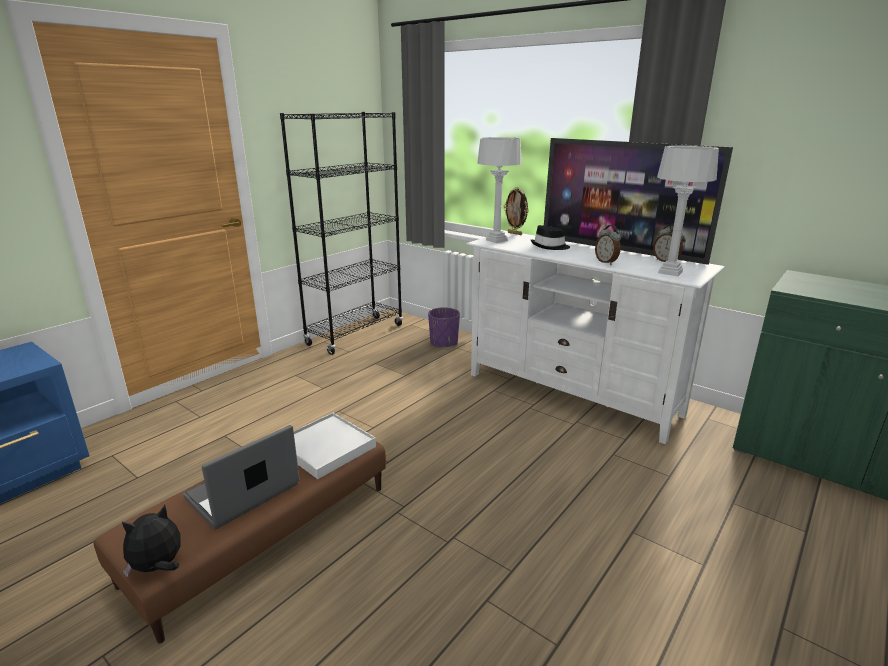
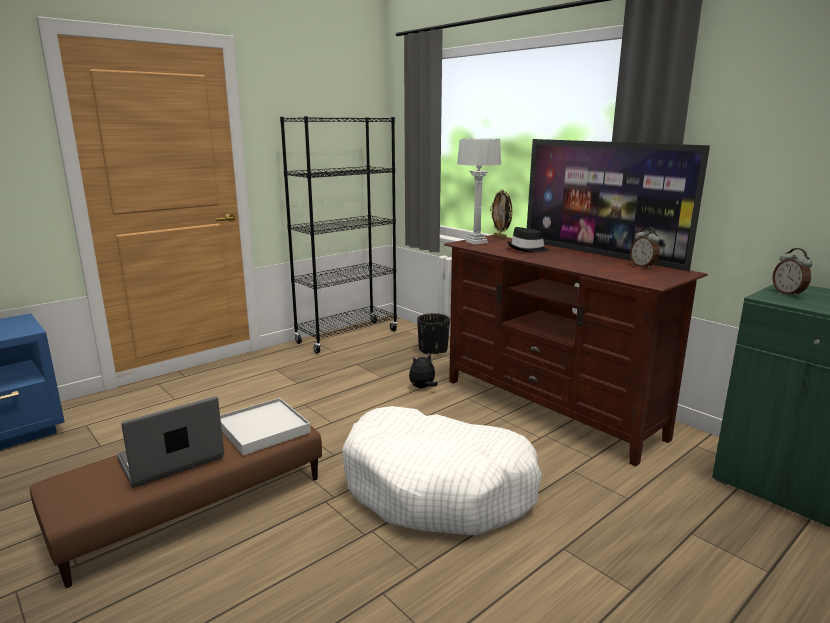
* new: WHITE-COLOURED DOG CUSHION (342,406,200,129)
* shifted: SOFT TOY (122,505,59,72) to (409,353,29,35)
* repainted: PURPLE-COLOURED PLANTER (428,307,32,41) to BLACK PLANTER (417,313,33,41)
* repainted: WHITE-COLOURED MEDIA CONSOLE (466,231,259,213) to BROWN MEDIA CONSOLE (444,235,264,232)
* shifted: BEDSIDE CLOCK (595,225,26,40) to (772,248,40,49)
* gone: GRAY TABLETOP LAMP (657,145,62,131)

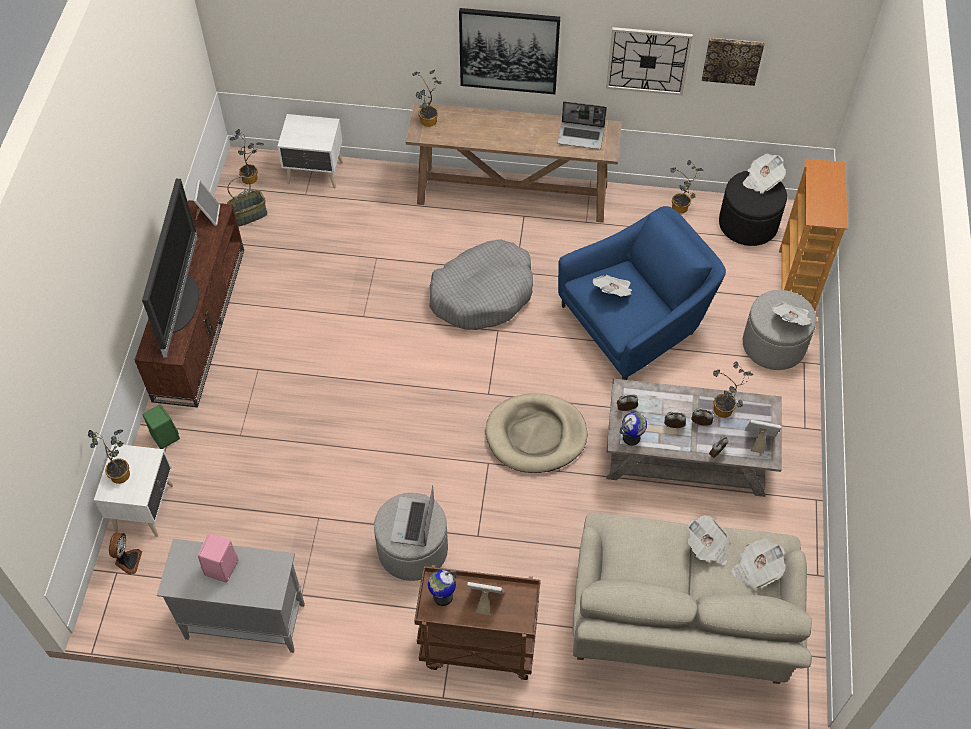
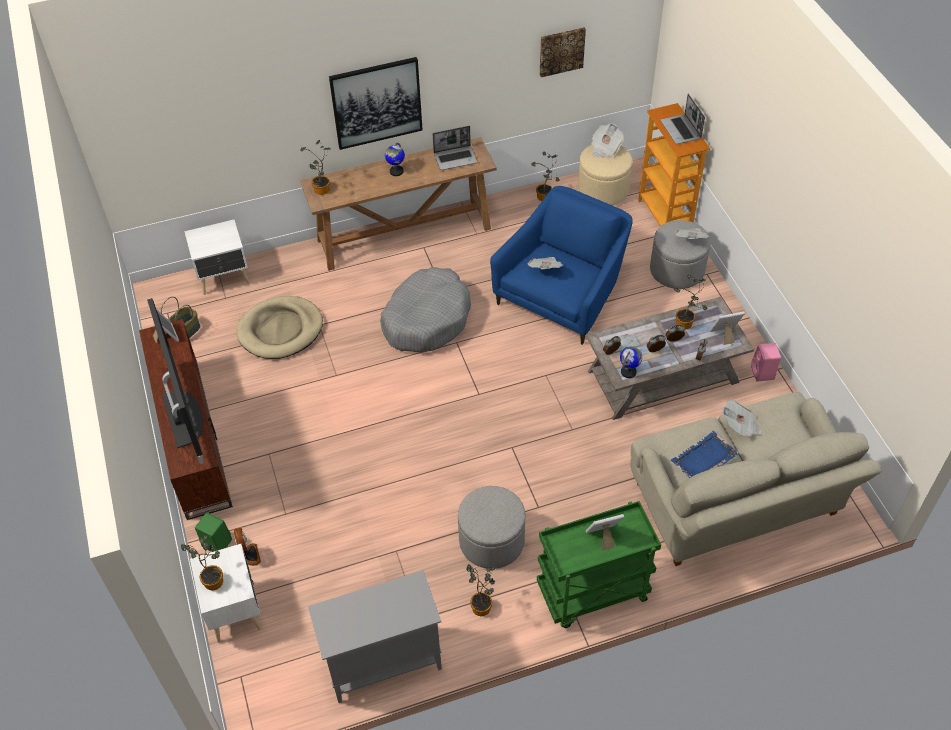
* shifted: FAN (109,532,33,43) to (234,528,27,38)
* shifted: BEIGE-COLOURED DOG CUSHION (485,393,102,80) to (236,296,87,63)
* shifted: DESK GLOBE (428,570,29,36) to (385,143,20,33)
* shifted: PLANT IN A POT (230,129,34,55) to (466,564,29,52)
* repainted: BROWN WHEELED CART (414,565,127,115) to GREEN WHEELED CART (537,501,124,127)
* repainted: BLACK OTTOMAN (719,171,68,75) to BEIGE-COLOURED OTTOMAN (578,145,55,61)
* shifted: NOTEBOOK COMPUTER (391,485,43,62) to (660,93,45,51)
* new: BLUE TRAY (671,431,68,47)
* shifted: PINK SPEAKER (198,533,41,50) to (751,343,30,39)
* gone: CLOCK ON THE WALL (606,27,87,68)
* gone: DAILY PAPER (731,539,55,51)

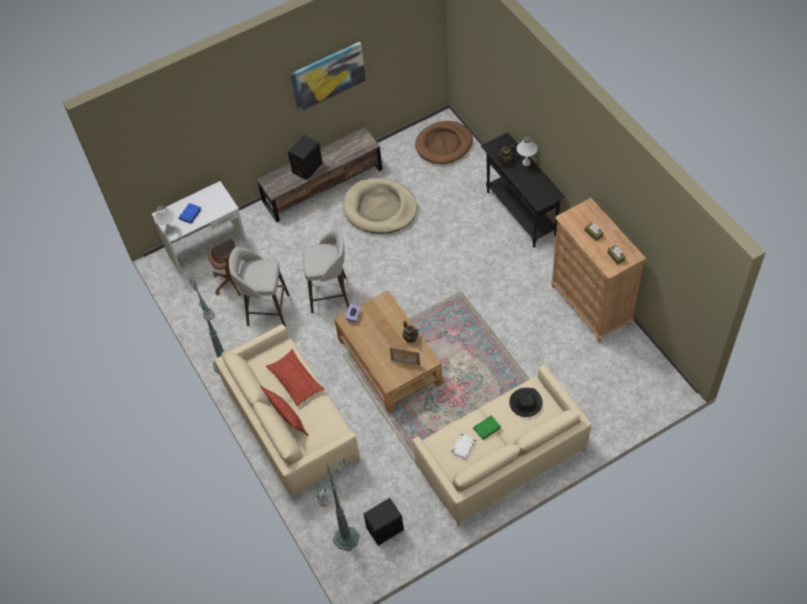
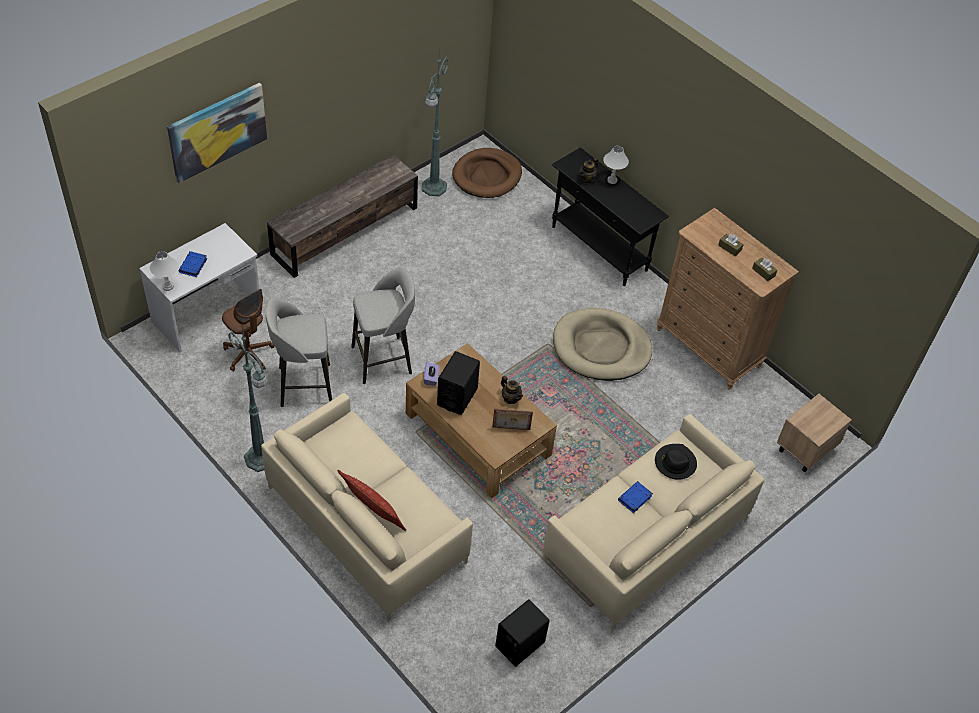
* shifted: PICTURE (290,42,76,70) to (167,83,100,100)
* shifted: GREEN FLOOR LAMP (317,459,43,92) to (421,48,28,149)
* shifted: BLACK SPEAKER (288,135,35,45) to (437,351,43,64)
* shifted: BEIGE-COLOURED DOG CUSHION (343,178,74,56) to (553,308,99,73)
* repainted: GREEN BOUND BOOK (473,415,28,25) to BLUE BOUND BOOK (618,481,35,32)
* new: BEIGE-COLOURED BEDSIDE TABLE (777,394,75,78)
* gone: CUSHION (266,349,59,57)
* gone: WHITE-COLOURED BOUND BOOK (451,433,25,27)

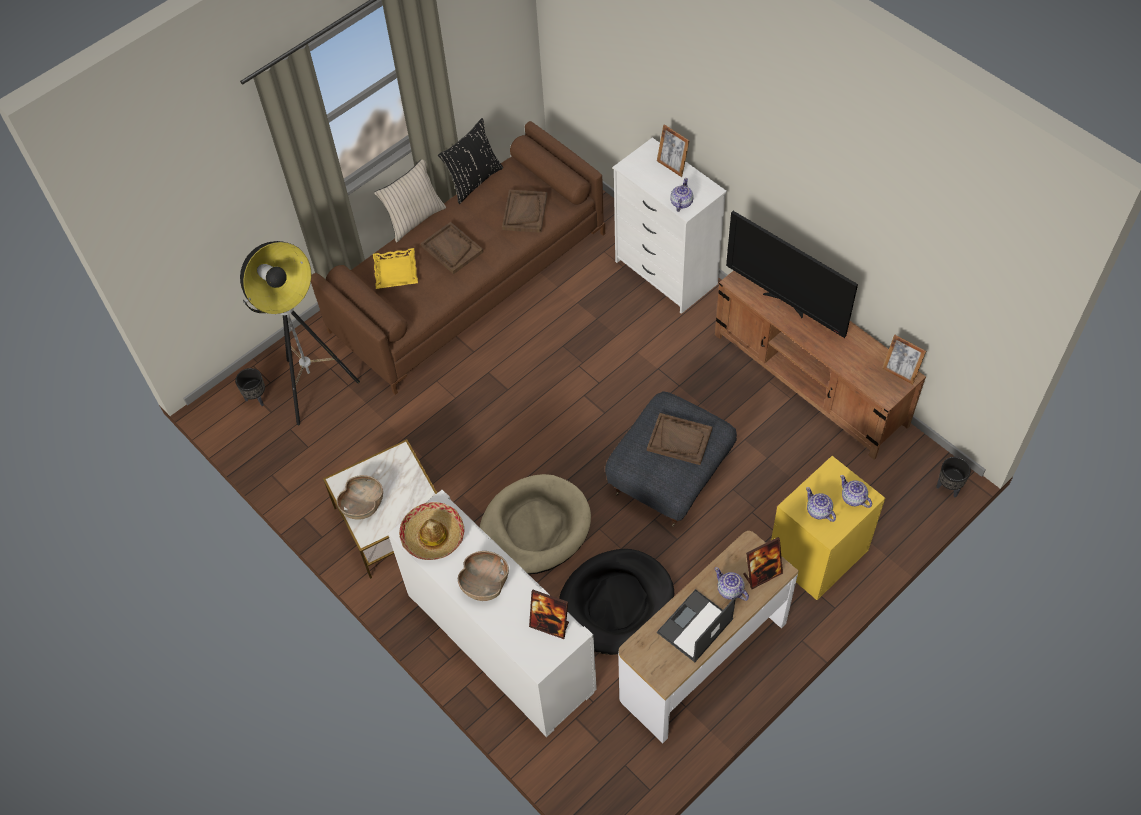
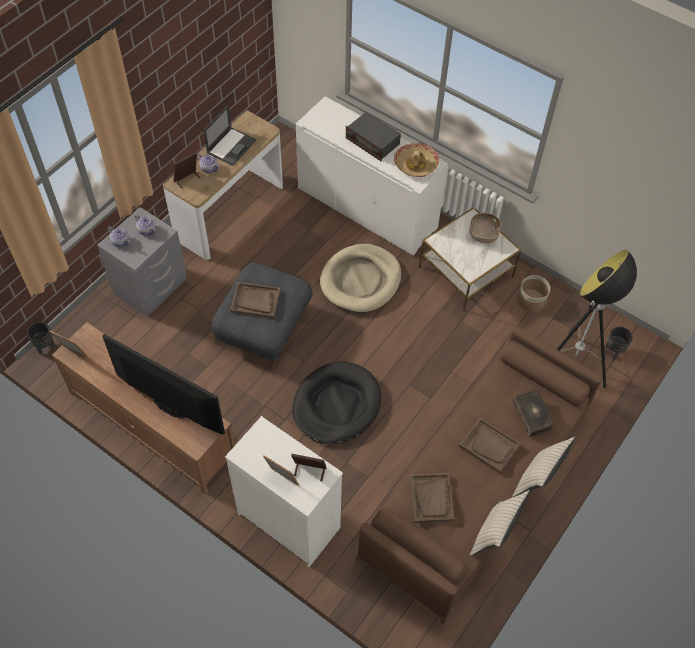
* repainted: YELLOWISH BEDSIDE TABLE (771,456,114,144) to GRAY BEDSIDE TABLE (97,207,89,110)
* shifted: PICTURE FRAME (529,590,40,49) to (291,454,36,27)
* shifted: BLACK DOG CUSHION (559,549,115,106) to (293,361,88,83)
* swapped: BROWN DEEP DISH (458,551,51,50) to RADIO (346,111,55,50)
* repainted: BLACK CUSHION (438,118,65,86) to BEIGE-COLOURED CUSHION (470,490,60,66)
* swapped: YELLOWISH TRAY (373,248,45,41) to BOUND BOOK (513,390,42,48)
* new: PLANTER (517,275,33,37)
* gone: TEAPOT (670,178,24,34)

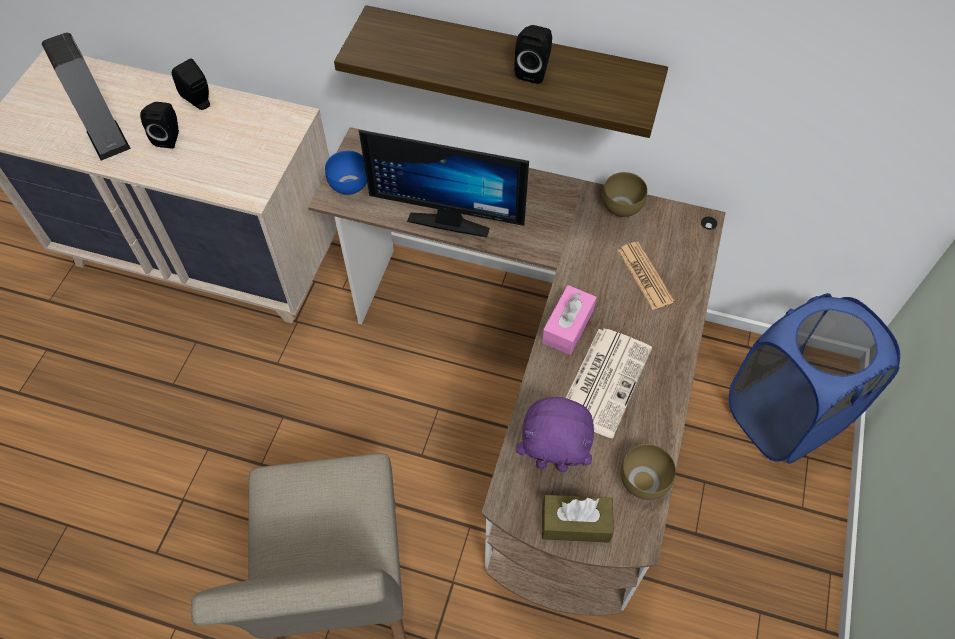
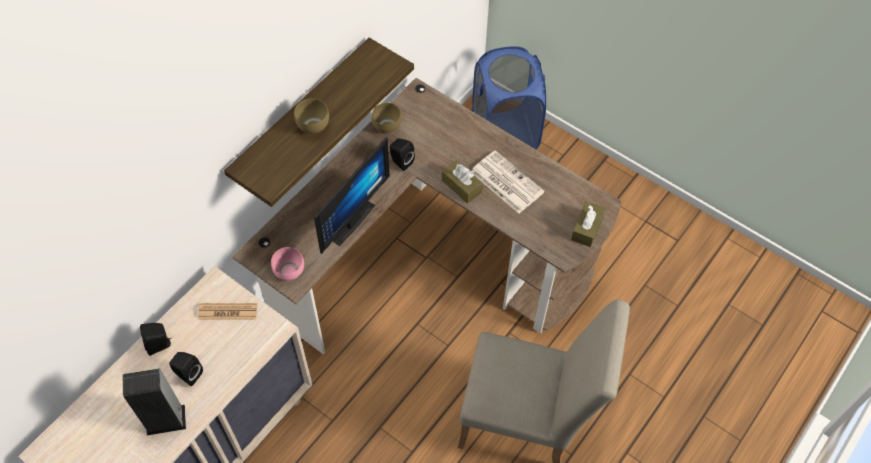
* shifted: DAILY PAPER (618,242,56,68) to (198,303,59,17)
* repainted: BLUE DEEP DISH (325,151,42,44) to PINK DEEP DISH (271,247,33,34)
* shifted: BROWN DEEP DISH (620,444,56,56) to (294,99,35,35)
* shifted: BLACK SPEAKER (514,25,38,59) to (390,139,25,32)
* repainted: PINK TISSUE HOLDER (542,285,54,70) to BROWN TISSUE HOLDER (442,160,41,43)
* gone: PURPLE-COLOURED SOFT TOY (516,397,78,75)

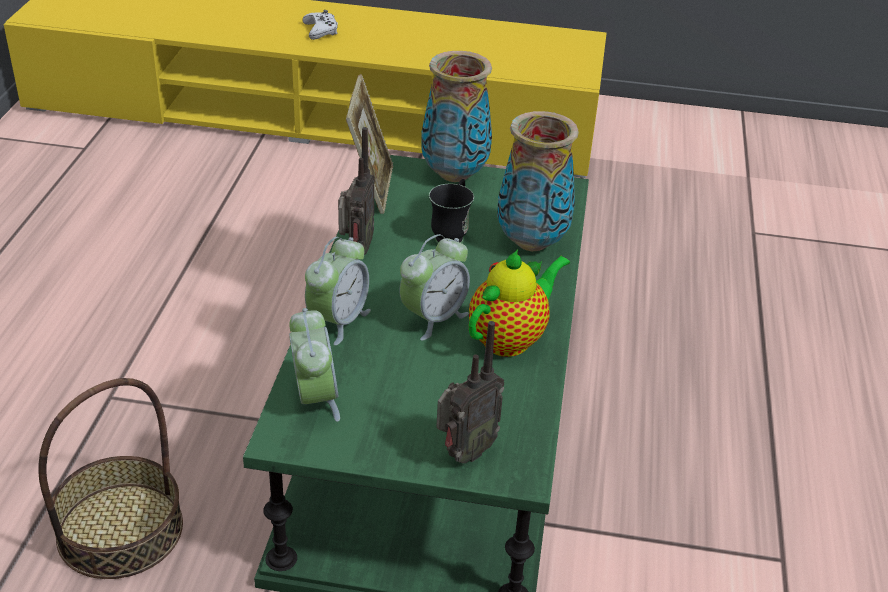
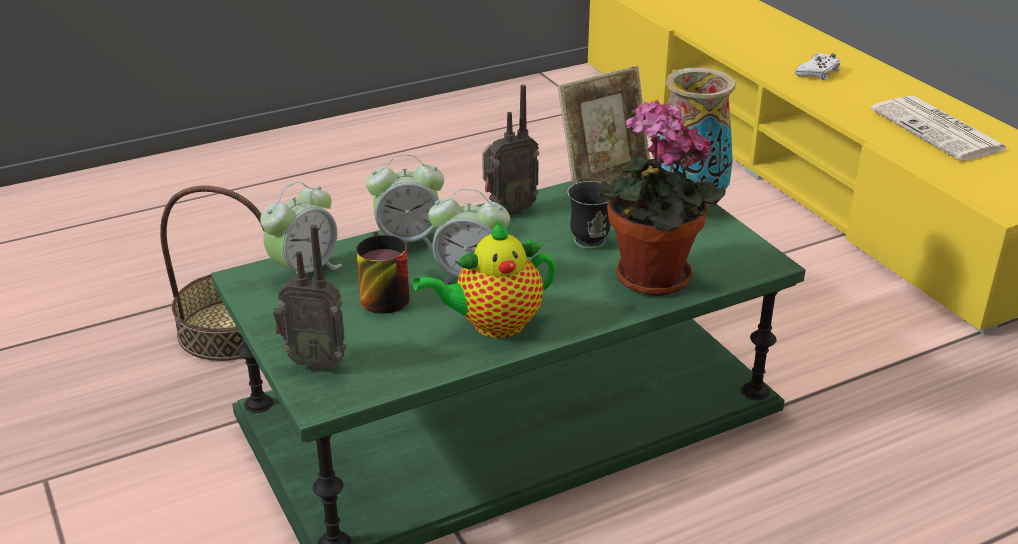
* new: COFFEE MUG (356,232,53,82)
* rotated: TEAPOT (469,250,101,107) = (413,221,143,117) 150 degrees clockwise
* swapped: DECORATIVE VASE (497,111,82,140) to PLANT IN A POT (597,100,129,196)
* new: DAILY PAPER (871,96,137,65)

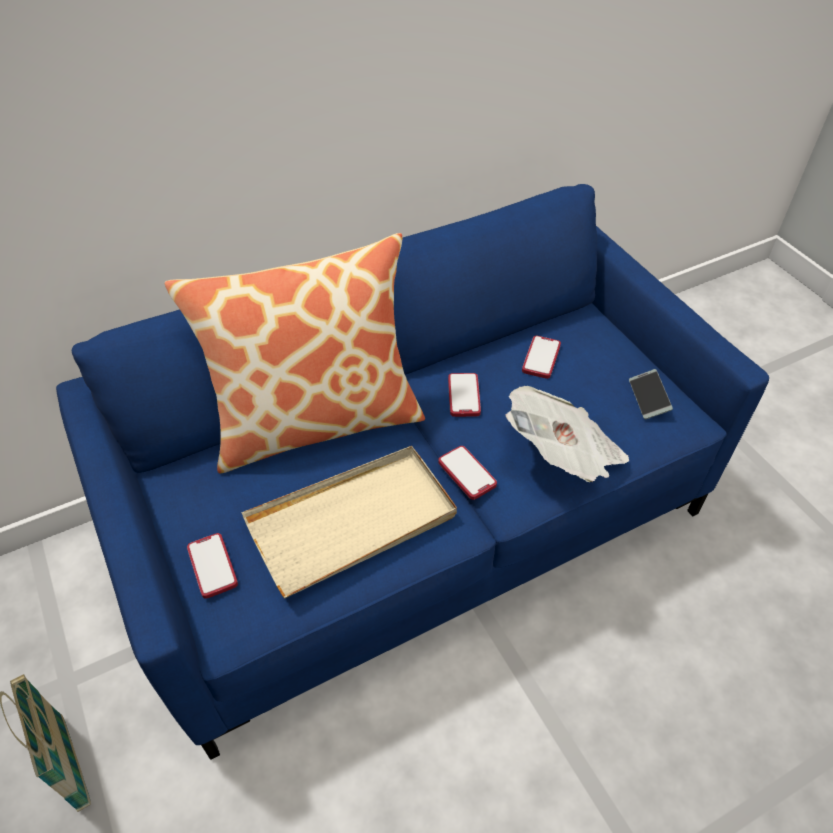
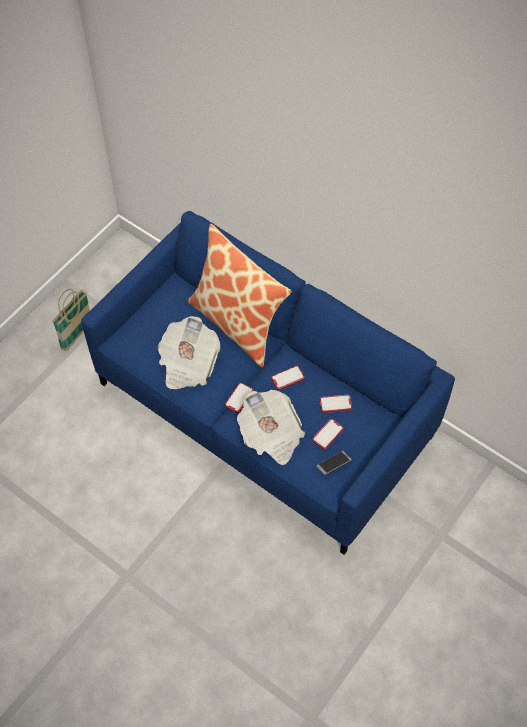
* swapped: BEIGE-COLOURED TRAY (242,446,215,153) to DAILY PAPER (158,316,62,73)
* shifted: PHONE (187,533,51,66) to (312,419,32,31)

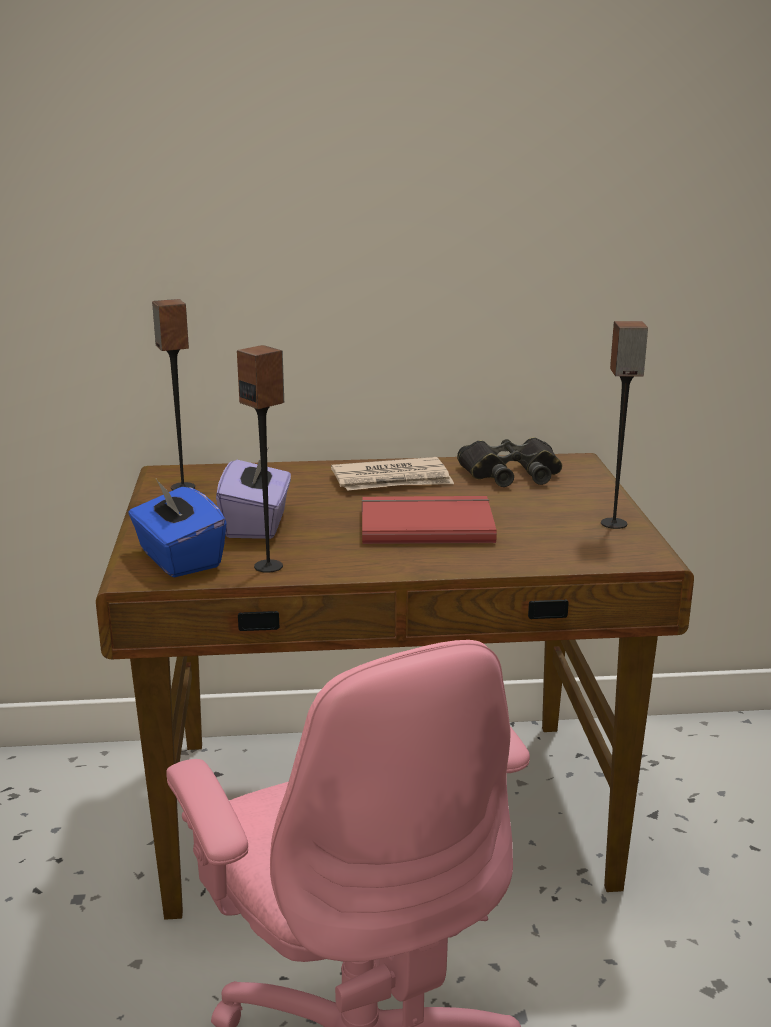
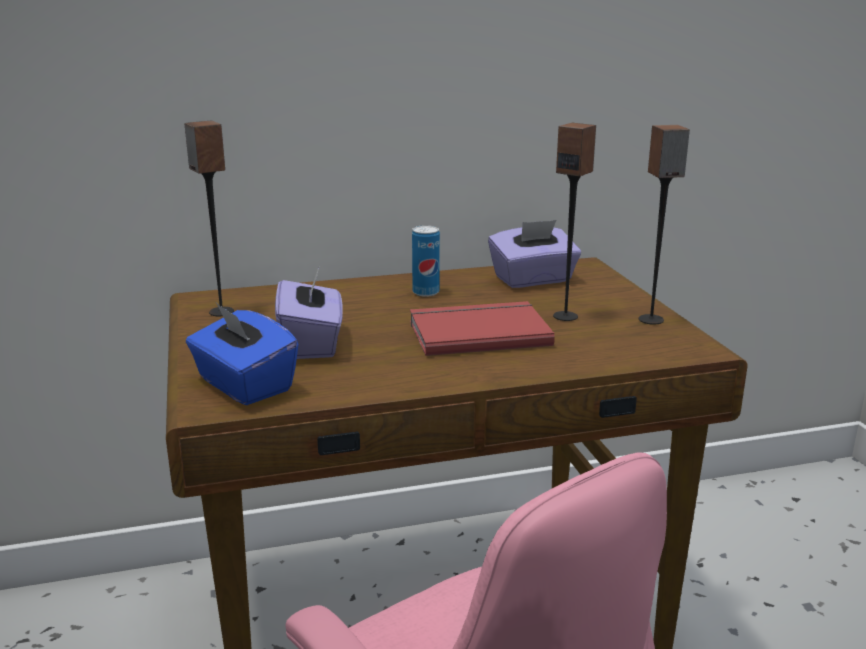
* swapped: DAILY PAPER (331,457,123,34) to METAL CAN (412,225,28,72)
* swapped: BLACK BINOCULARS (457,437,105,50) to PURPLE-COLOURED TISSUE HOLDER (488,220,93,68)
* shifted: SPEAKER (237,345,47,228) to (553,123,43,198)

